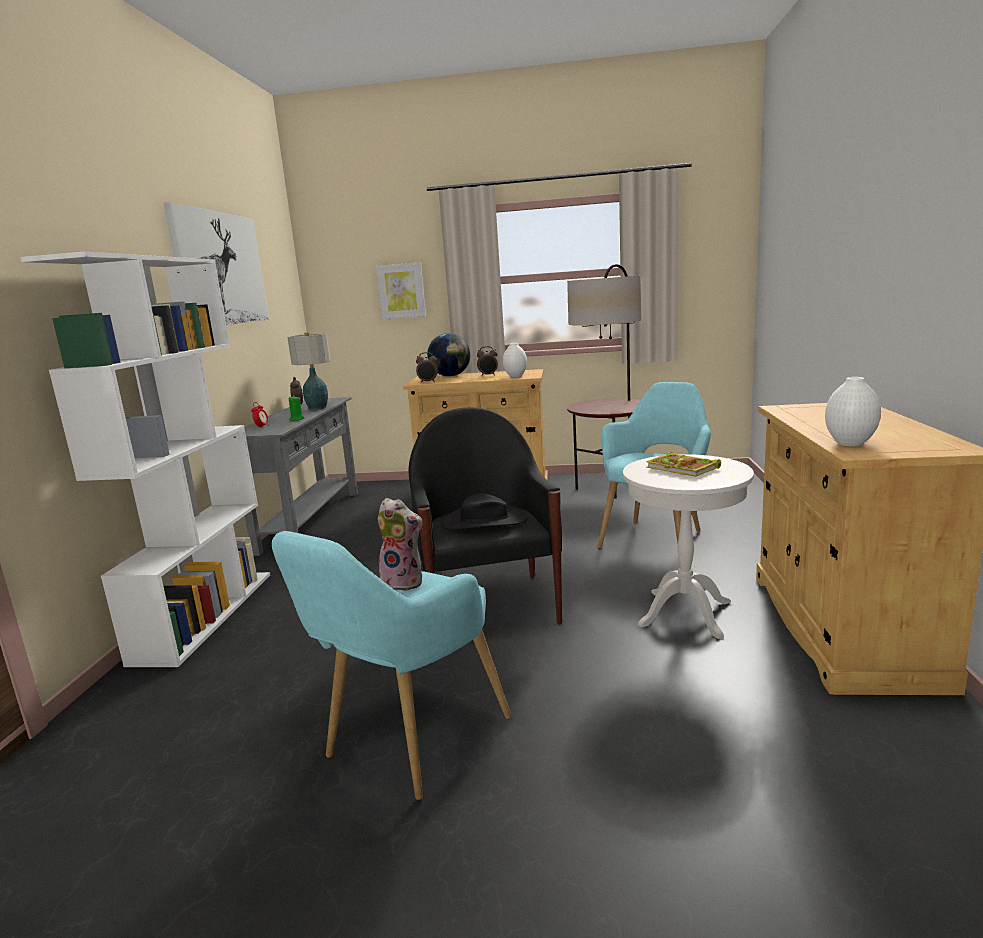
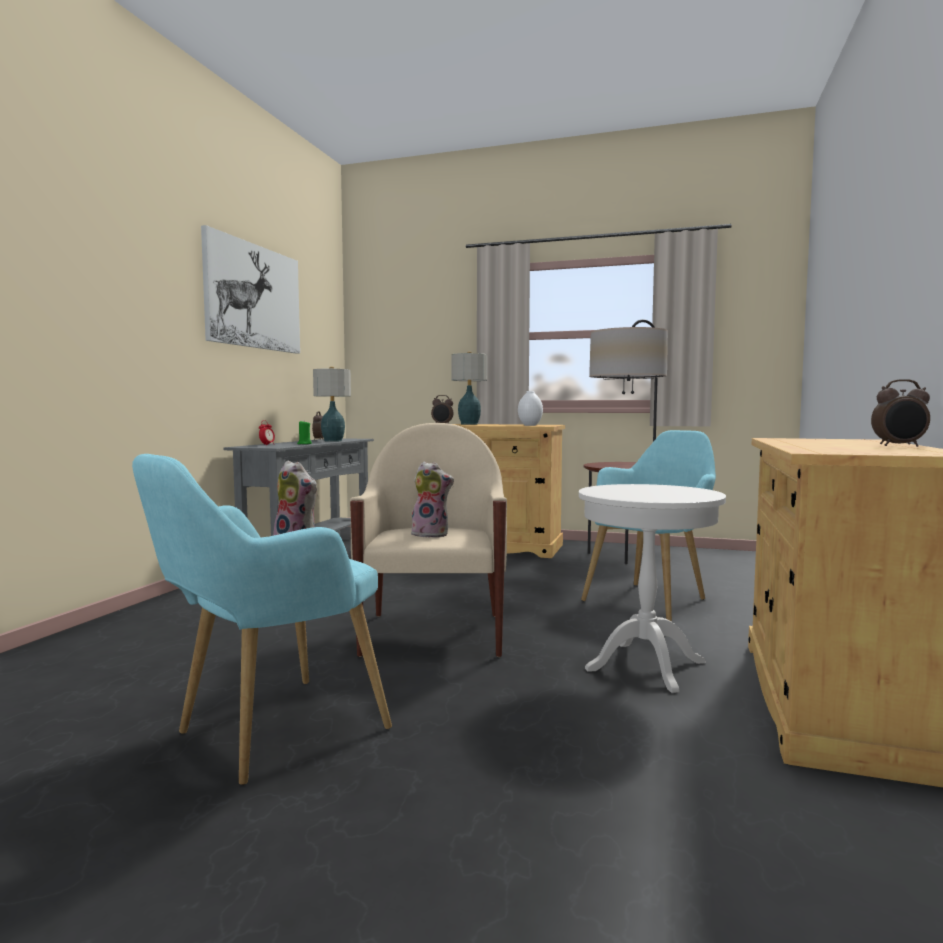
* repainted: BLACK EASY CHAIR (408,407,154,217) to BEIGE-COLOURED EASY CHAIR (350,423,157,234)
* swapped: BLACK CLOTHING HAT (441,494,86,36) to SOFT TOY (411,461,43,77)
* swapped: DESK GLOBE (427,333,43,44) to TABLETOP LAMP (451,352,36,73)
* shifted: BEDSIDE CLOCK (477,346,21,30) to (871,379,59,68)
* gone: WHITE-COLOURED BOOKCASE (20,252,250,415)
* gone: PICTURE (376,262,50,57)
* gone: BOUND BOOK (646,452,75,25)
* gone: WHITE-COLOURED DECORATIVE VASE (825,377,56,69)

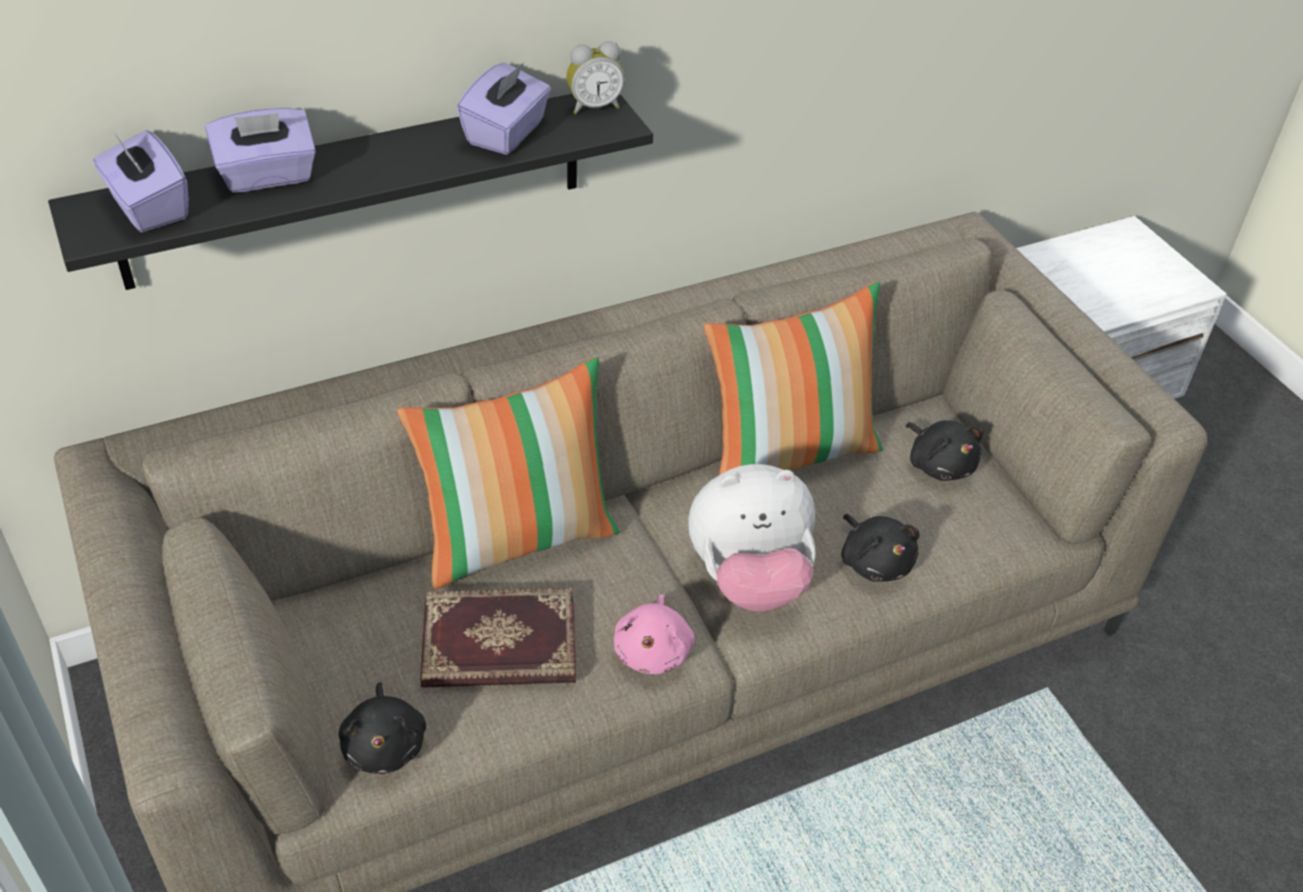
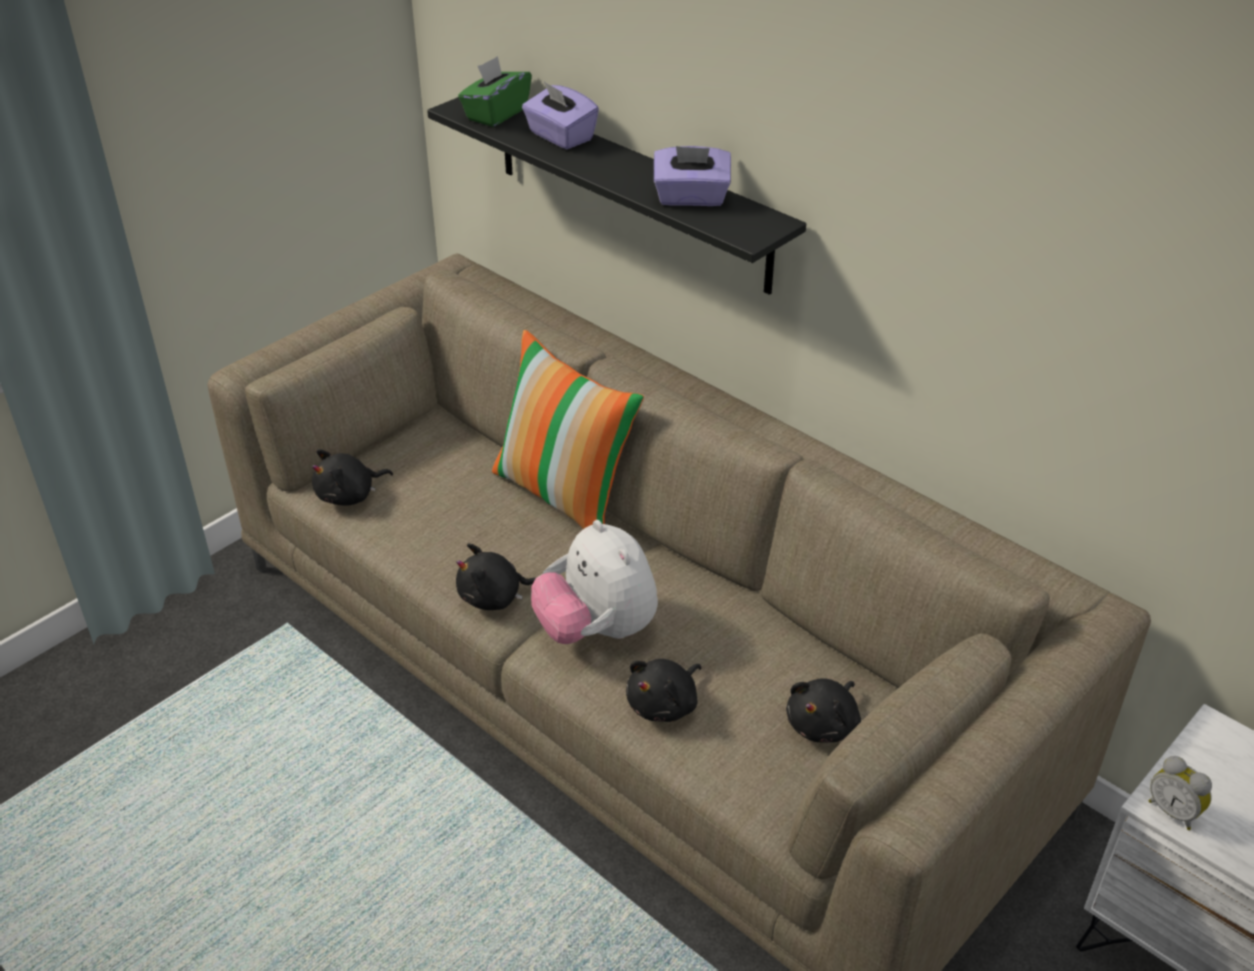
* repainted: PINK SOFT TOY (614,594,81,80) to BLACK SOFT TOY (456,543,80,67)
* repainted: PURPLE-COLOURED TISSUE HOLDER (93,130,96,103) to GREEN TISSUE HOLDER (458,56,74,71)
* shifted: BEDSIDE CLOCK (566,41,59,73) to (1149,756,63,74)
* gone: BOUND BOOK (420,588,156,100)
* gone: CUSHION (704,281,179,194)

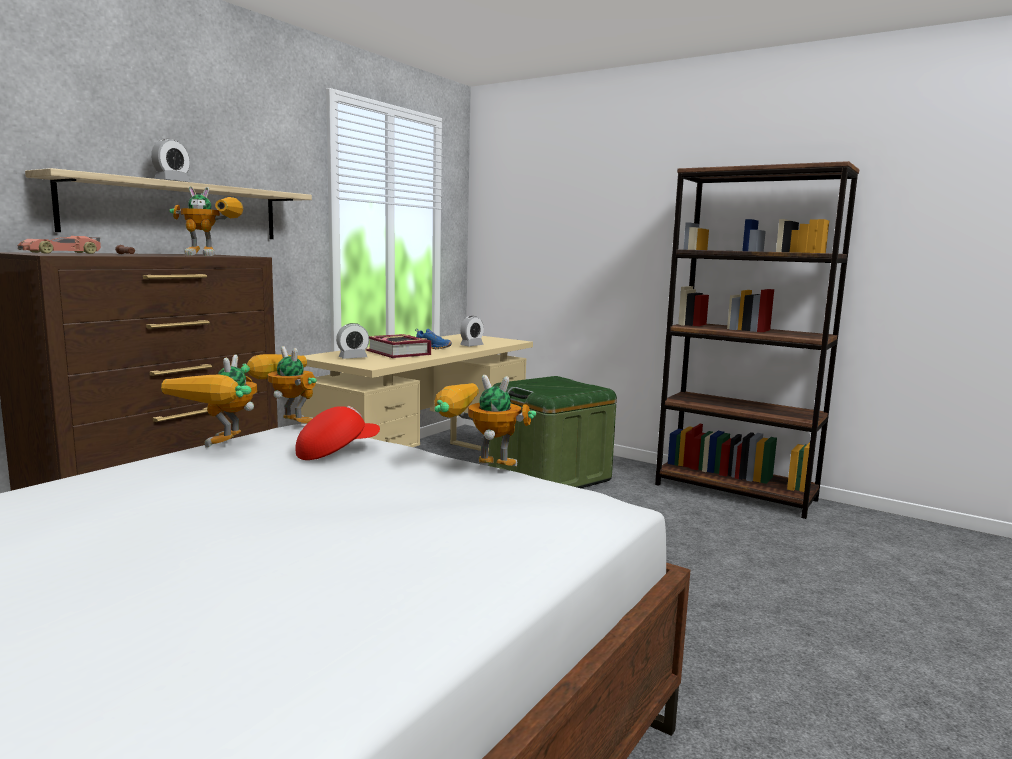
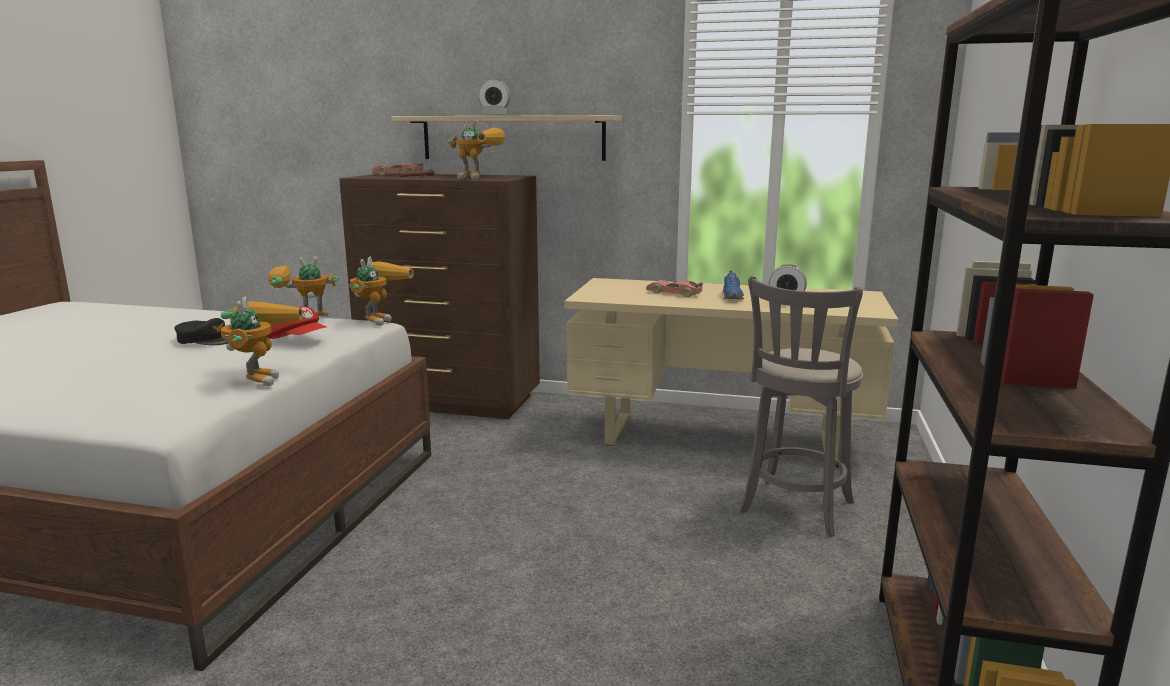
* new: BLACK CAP (175,318,53,27)
* rotated: MODEL ROBOT (169,186,74,70) = (448,120,57,59) 45 degrees counterclockwise
* swapped: BOUND BOOK (366,334,65,24) to MODEL CAR (646,280,57,17)
* swapped: GREEN STORAGE BIN (489,376,128,112) to GRAY STOOL SEAT (739,276,124,261)
* gone: BEDSIDE CLOCK (336,323,33,36)

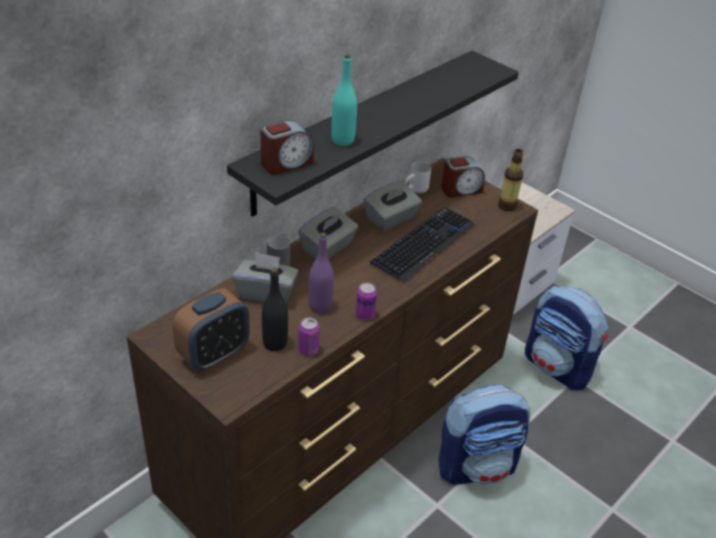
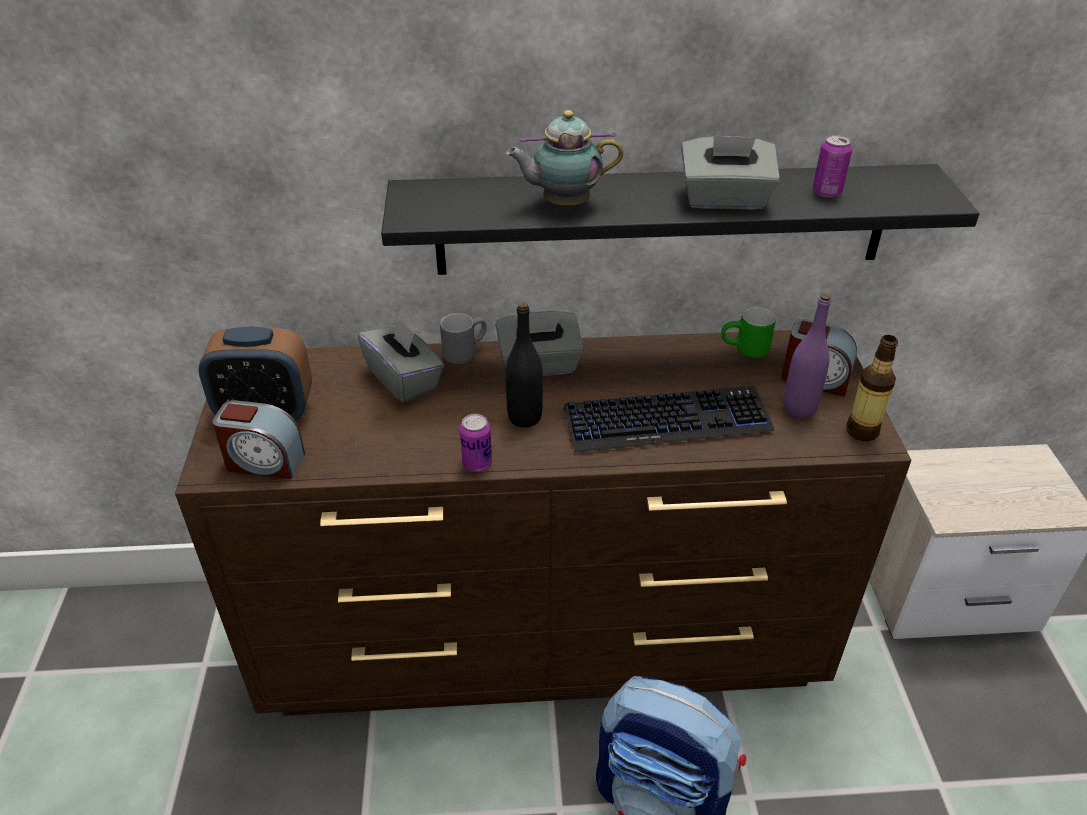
* shifted: BEDSIDE CLOCK (260,120,54,55) to (212,400,93,79)
* swapped: TURQUOISE-COLOURED BEVERAGE BOTTLE (331,54,26,92) to TEAPOT (506,110,117,95)
* shifted: BLACK BEVERAGE BOTTLE (262,268,26,83) to (506,302,37,125)
* shifted: GRAY TISSUE HOLDER (364,181,58,50) to (681,135,99,75)
* repainted: WHITE-COLOURED COFFEE MUG (404,161,27,32) to GREEN COFFEE MUG (721,307,55,51)
* shifted: PURPLE-COLOURED BEVERAGE BOTTLE (309,232,25,82) to (783,293,48,125)
* shifted: METAL CAN (298,317,22,39) to (813,135,39,63)
* gone: BACKPACK (525,286,83,104)

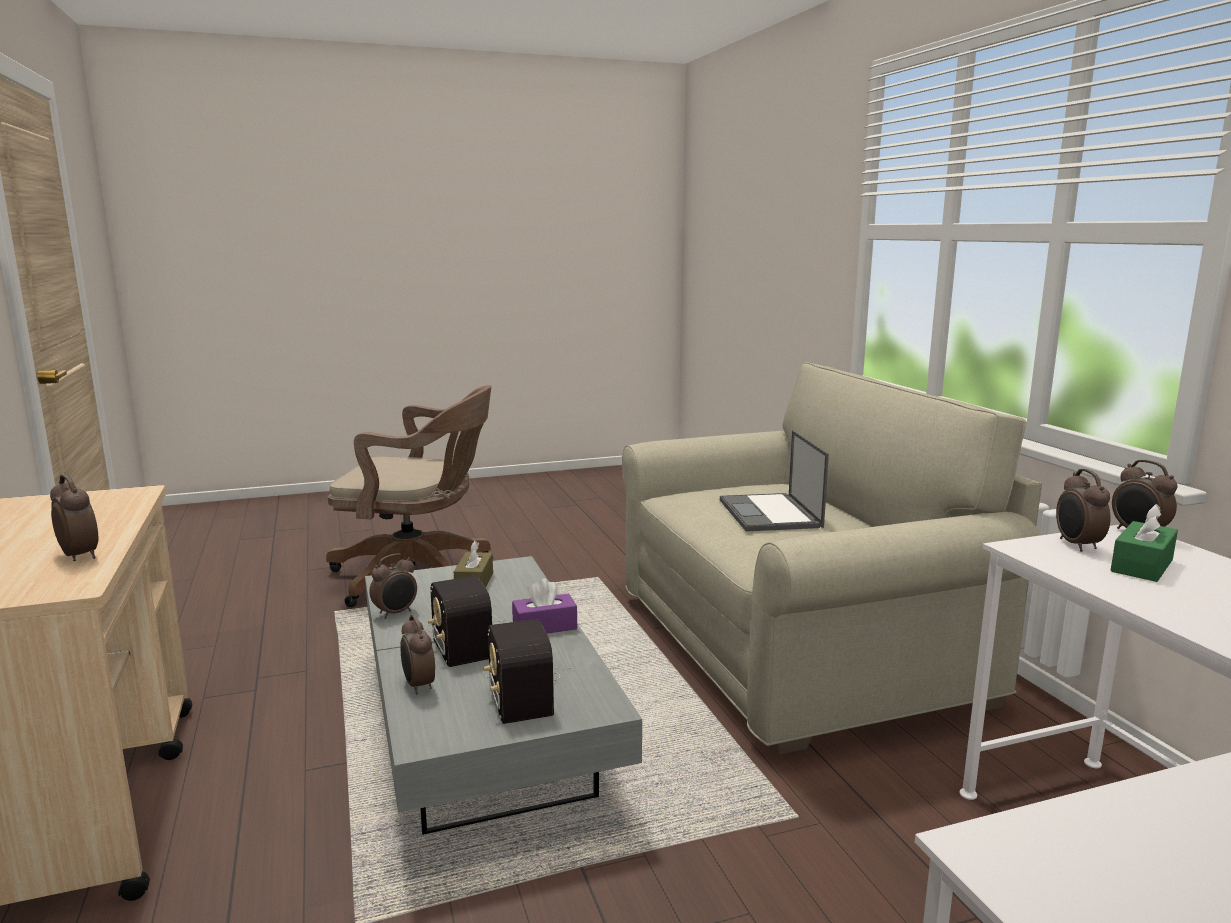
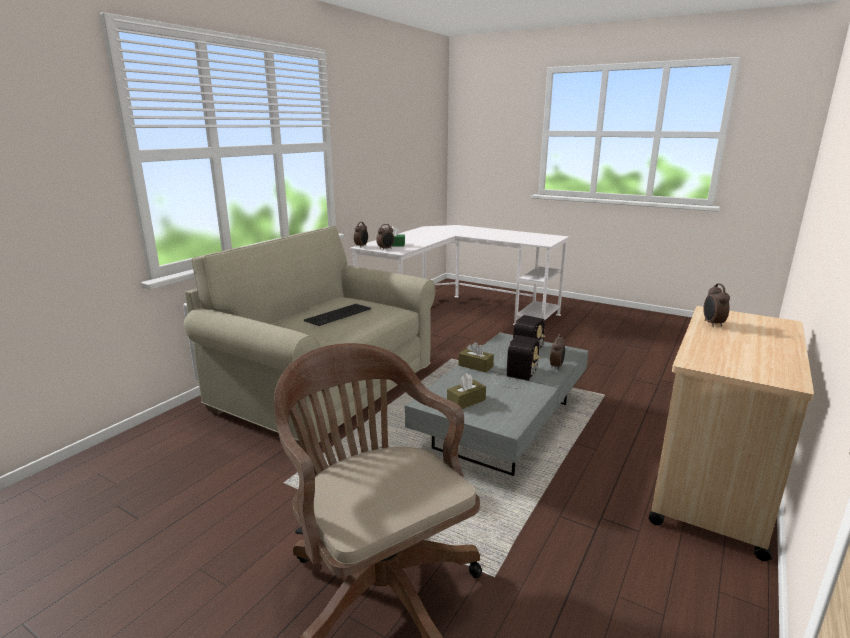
* swapped: NOTEBOOK COMPUTER (720,430,109,101) to KEYBOARD (304,304,67,22)
* repainted: PURPLE-COLOURED TISSUE HOLDER (512,579,65,54) to BROWN TISSUE HOLDER (459,342,35,31)
* gone: BEDSIDE CLOCK (369,554,48,65)

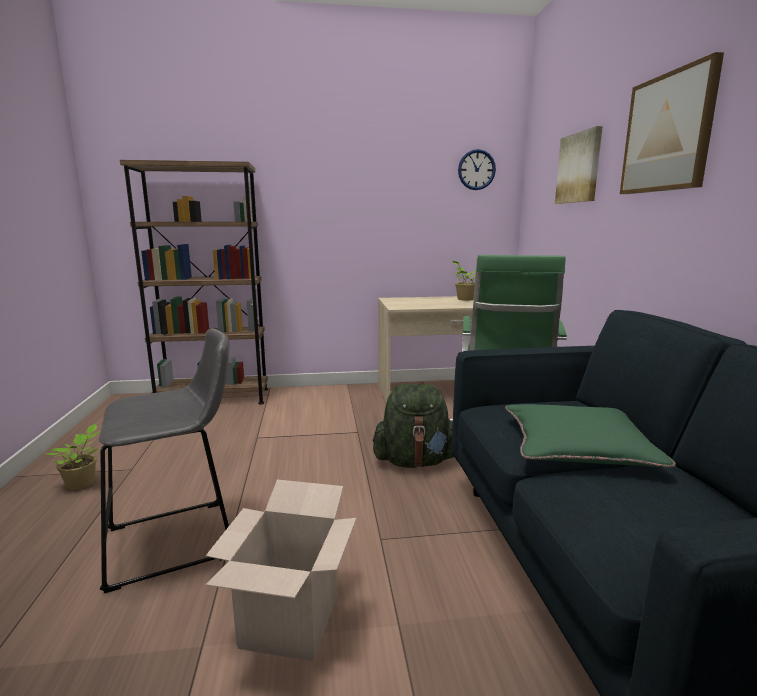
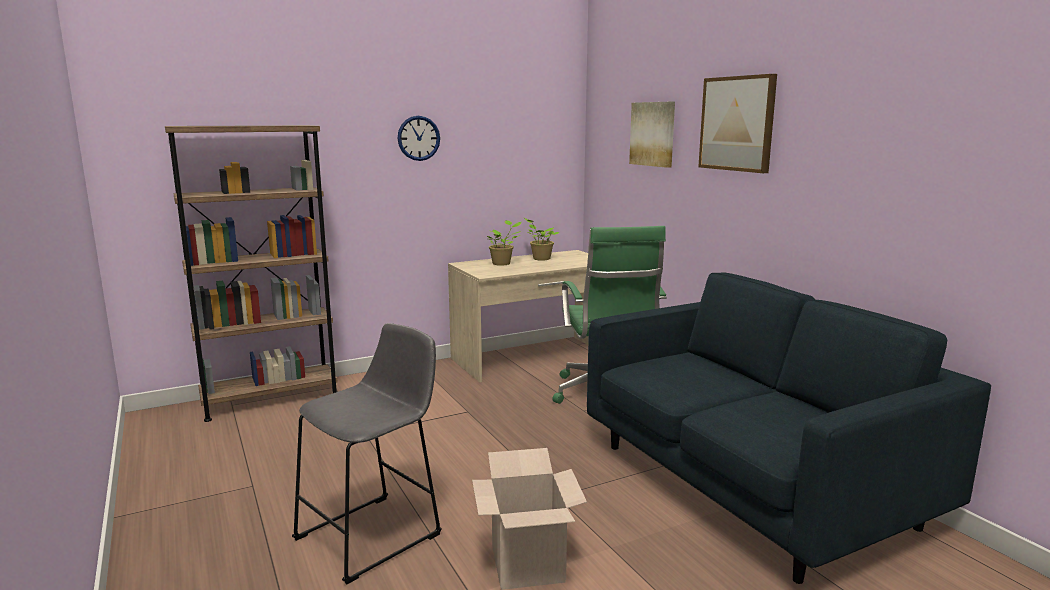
* shifted: CLOCK ON THE WALL (458,149,38,41) to (398,116,42,45)
* shifted: PLANT IN A POT (46,424,54,66) to (487,220,34,46)
* gone: GREEN BACKPACK (373,384,81,84)
* gone: GREEN CUSHION (505,404,171,64)

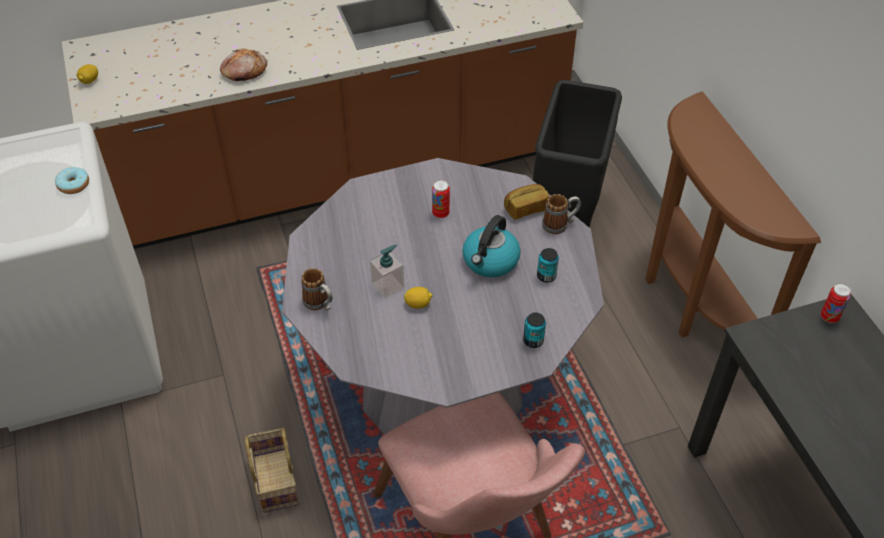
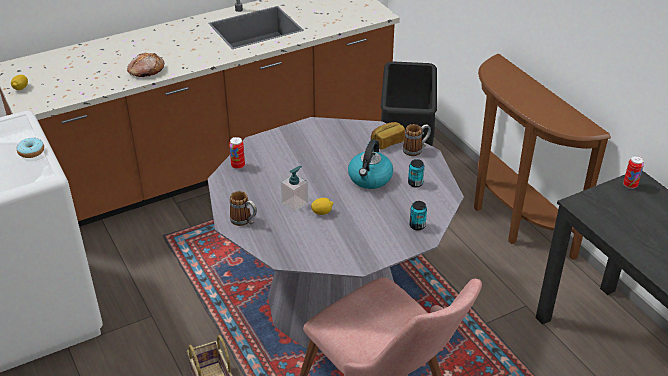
* shifted: METAL CAN (432,180,18,38) to (229,137,16,32)

